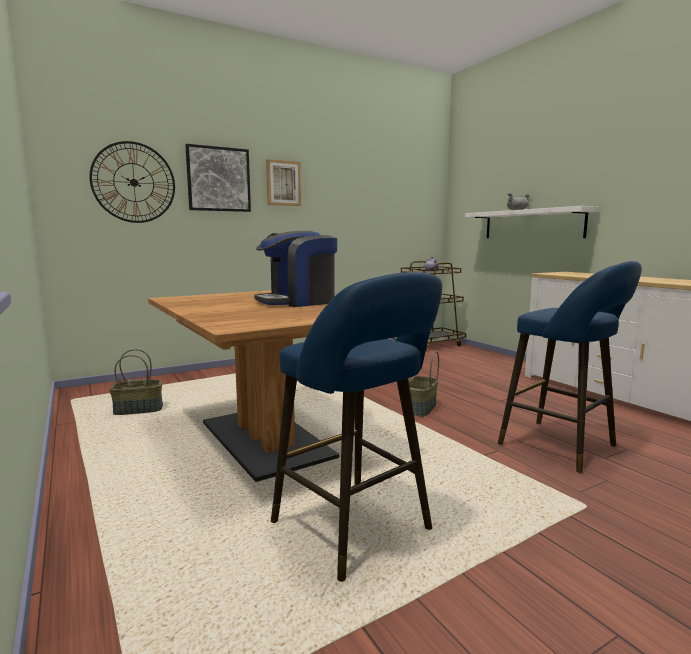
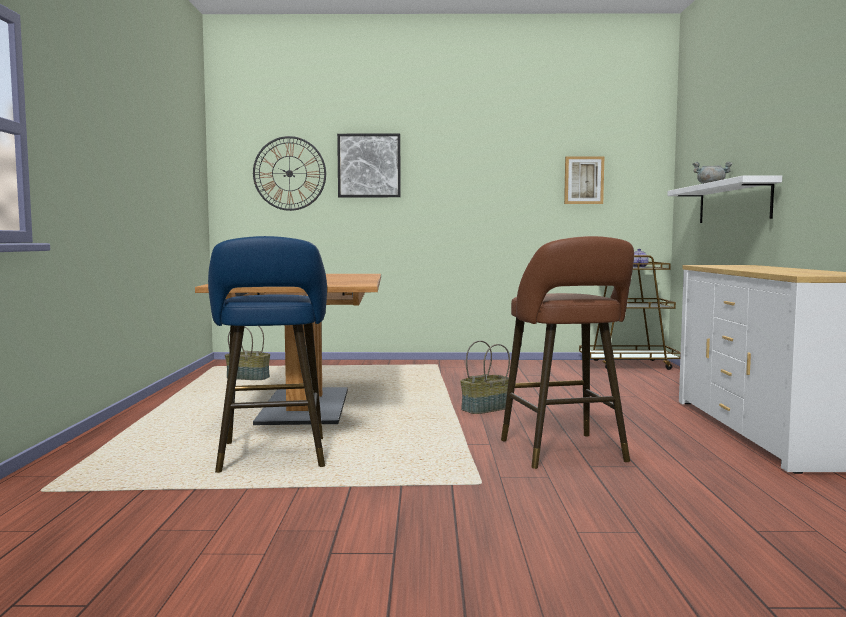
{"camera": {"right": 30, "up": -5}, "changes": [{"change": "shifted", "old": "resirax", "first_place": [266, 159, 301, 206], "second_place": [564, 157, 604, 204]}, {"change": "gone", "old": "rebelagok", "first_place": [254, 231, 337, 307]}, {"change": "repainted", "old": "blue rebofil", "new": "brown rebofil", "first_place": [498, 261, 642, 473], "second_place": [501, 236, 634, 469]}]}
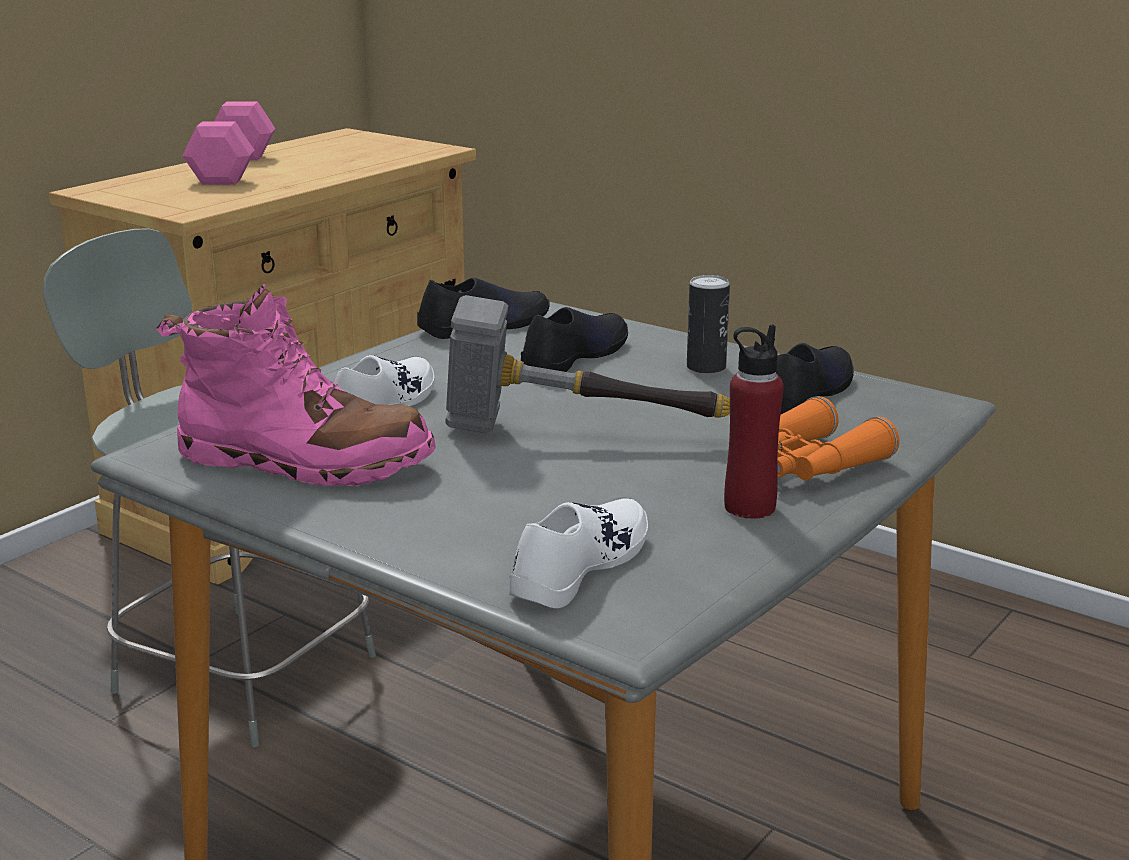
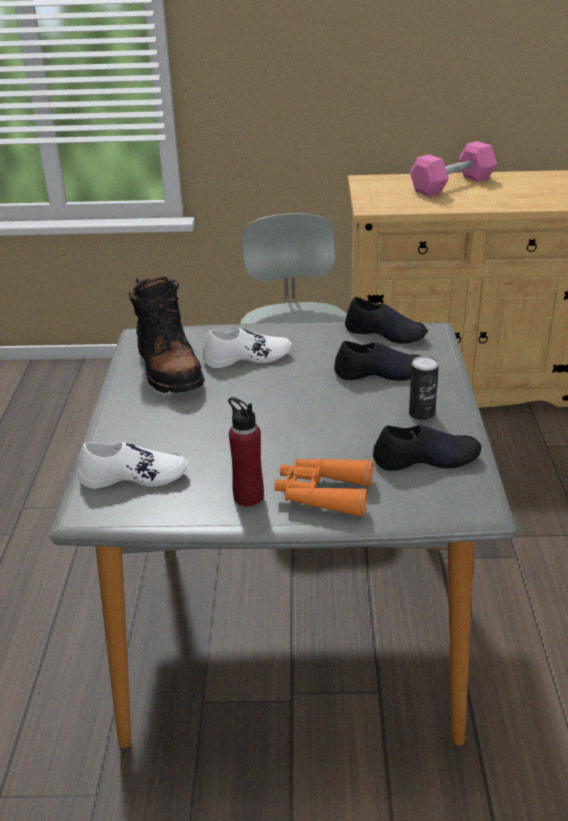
{"camera": {"right": 55, "up": 10}, "changes": [{"change": "repainted", "old": "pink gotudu", "new": "black gotudu", "first_place": [156, 284, 436, 486], "second_place": [129, 276, 204, 393]}, {"change": "gone", "old": "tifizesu", "first_place": [445, 295, 730, 433]}]}
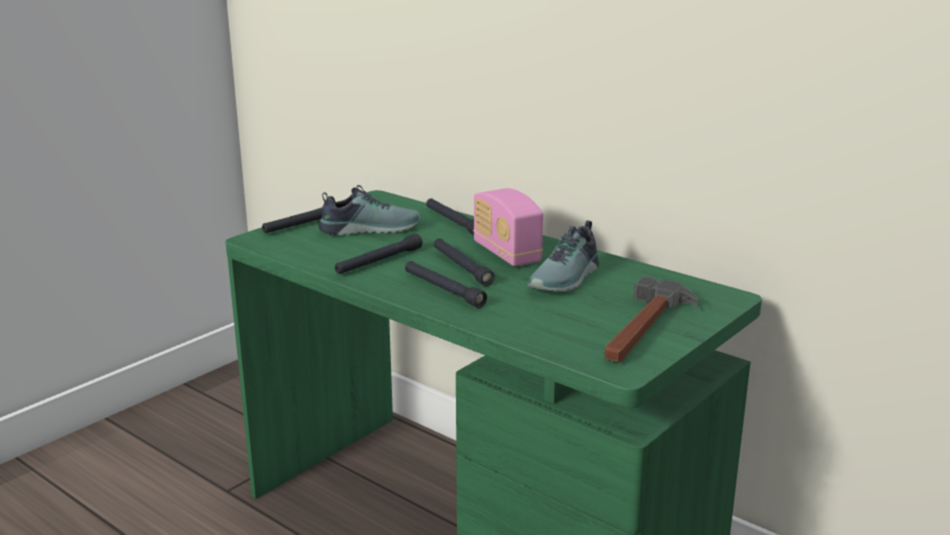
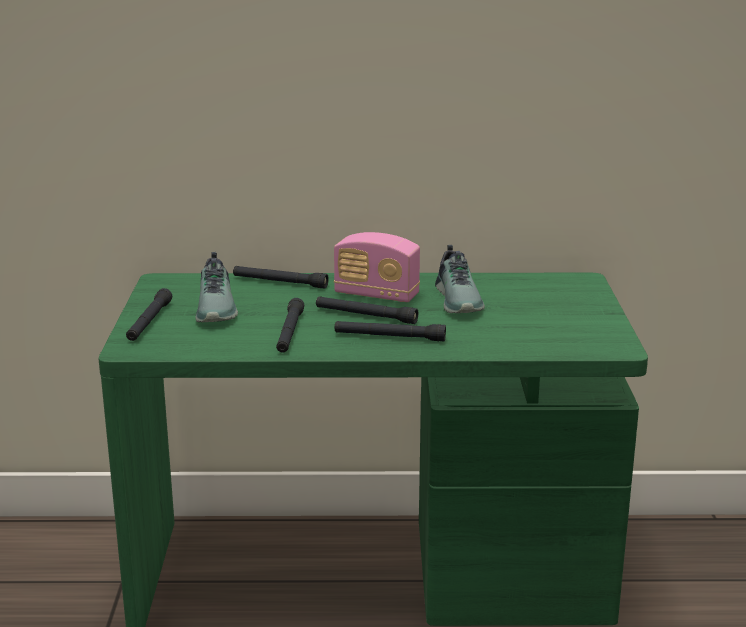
{"camera": {"right": -40, "up": 0}, "changes": [{"change": "rotated", "old": "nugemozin", "first_place": [318, 185, 420, 236], "second_place": [196, 252, 238, 322], "degrees": 135}, {"change": "gone", "old": "tifizesu", "first_place": [605, 276, 698, 363]}]}
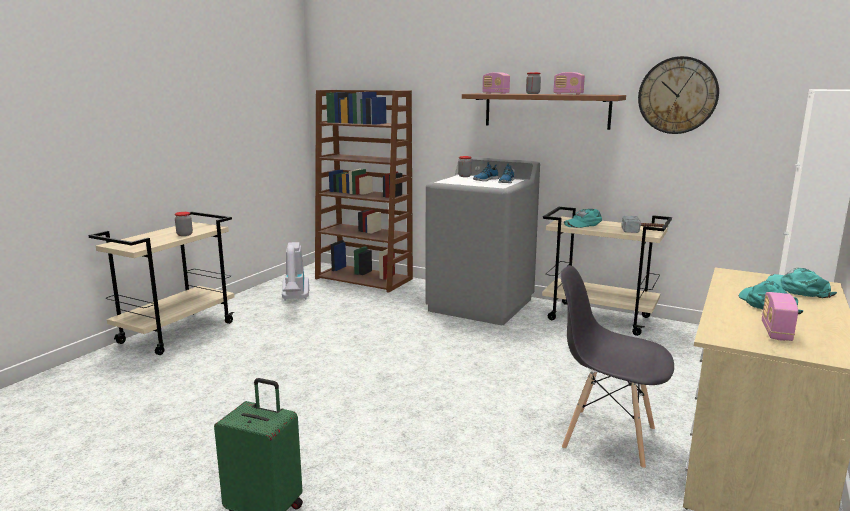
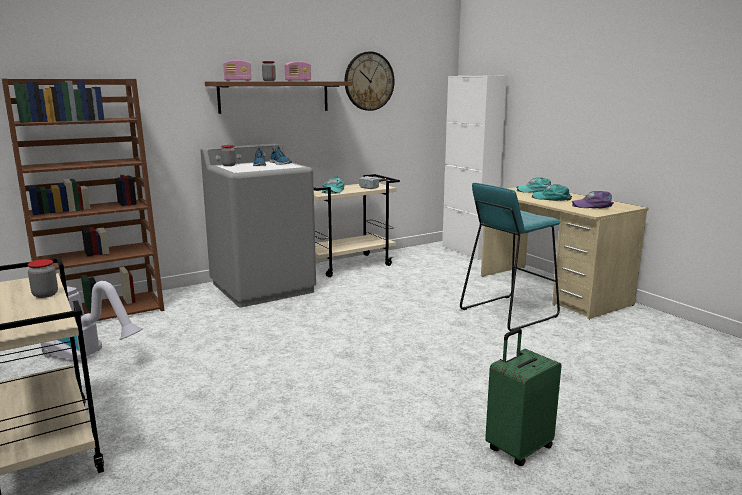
{"camera": {"right": -60, "up": 0}, "changes": [{"change": "swapped", "old": "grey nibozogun", "new": "turquoise rebofil", "first_place": [561, 266, 674, 469], "second_place": [460, 183, 561, 331]}, {"change": "swapped", "old": "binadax", "new": "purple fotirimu", "first_place": [762, 292, 798, 341], "second_place": [571, 191, 614, 208]}]}
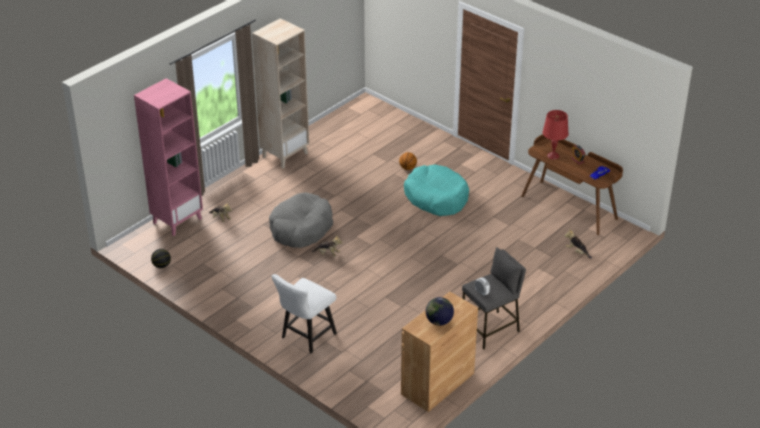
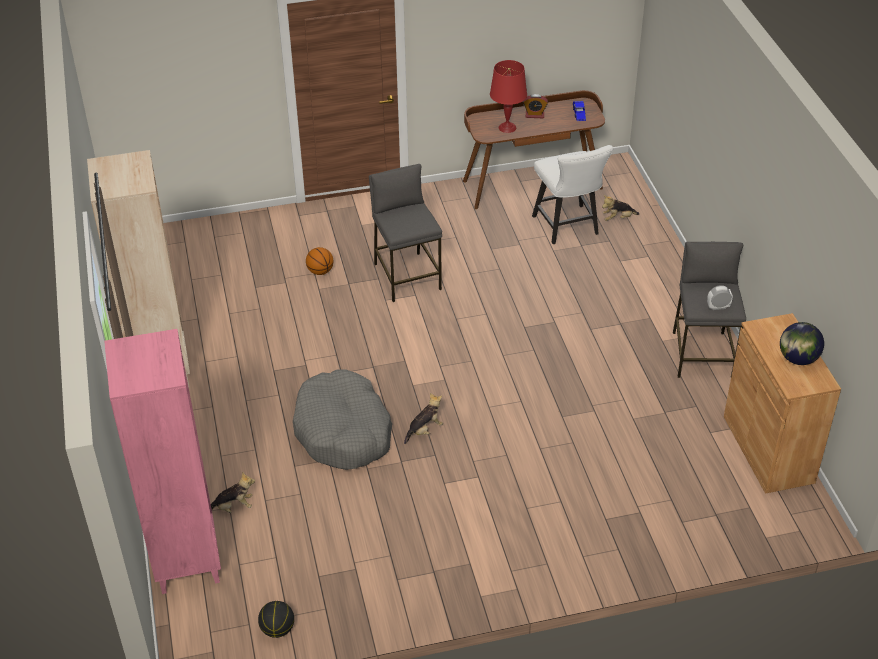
{"camera": {"right": -55, "up": 5}, "changes": [{"change": "swapped", "old": "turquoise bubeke", "new": "grey rebofil", "first_place": [404, 164, 469, 216], "second_place": [369, 164, 442, 302]}, {"change": "shifted", "old": "white nibozogun", "first_place": [272, 274, 337, 353], "second_place": [532, 145, 614, 244]}]}
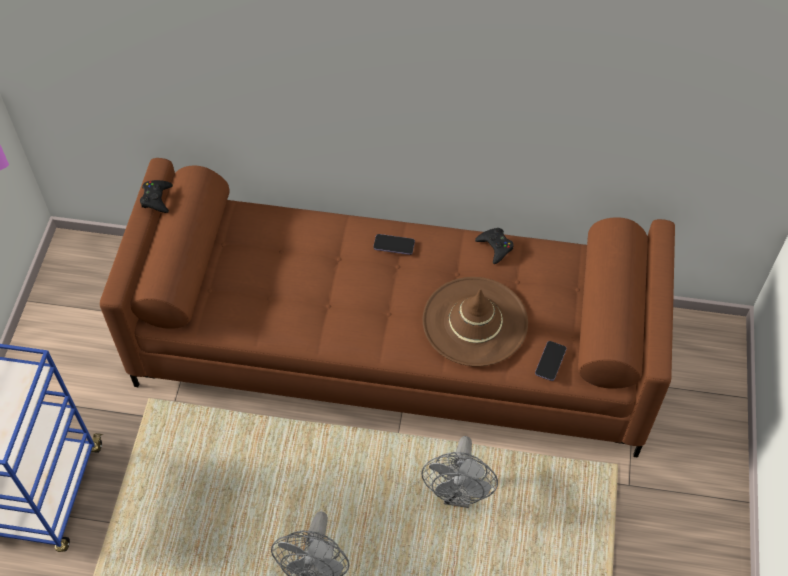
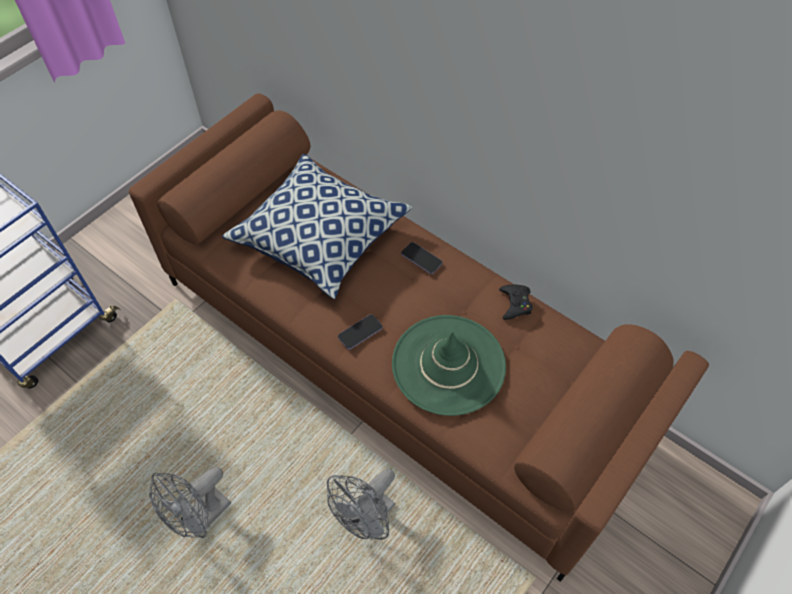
{"camera": {"right": 30, "up": 0}, "changes": [{"change": "gone", "old": "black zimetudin", "first_place": [140, 180, 173, 213]}, {"change": "repainted", "old": "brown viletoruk", "new": "green viletoruk", "first_place": [422, 277, 528, 366], "second_place": [392, 315, 506, 416]}, {"change": "shifted", "old": "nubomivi", "first_place": [535, 341, 566, 381], "second_place": [338, 314, 383, 350]}, {"change": "new", "new": "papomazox", "second_place": [222, 154, 412, 299]}]}
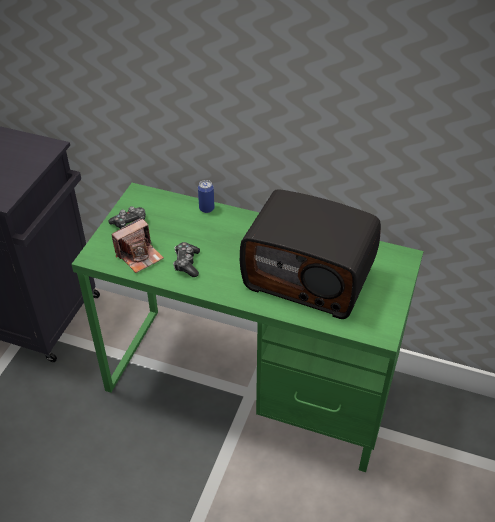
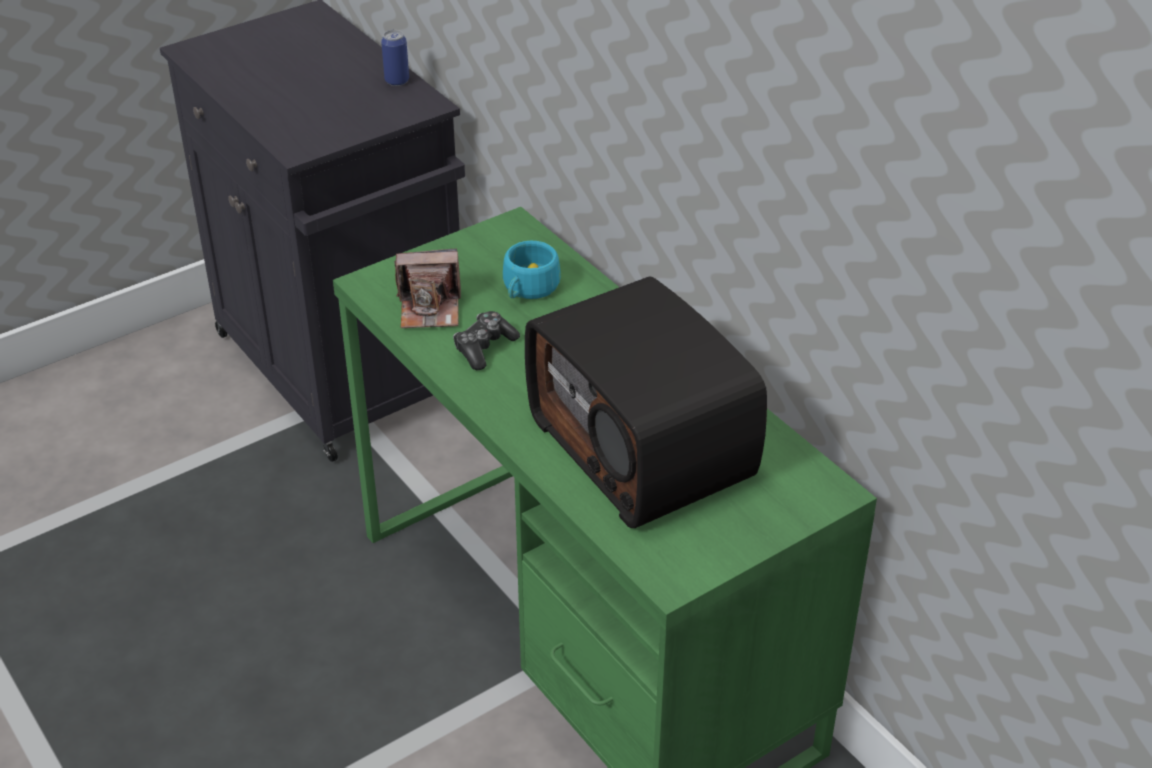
{"camera": {"right": 35, "up": -5}, "changes": [{"change": "shifted", "old": "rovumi", "first_place": [198, 180, 214, 213], "second_place": [381, 30, 409, 86]}, {"change": "gone", "old": "zimetudin", "first_place": [108, 206, 146, 229]}, {"change": "new", "new": "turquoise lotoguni", "second_place": [503, 241, 561, 299]}]}
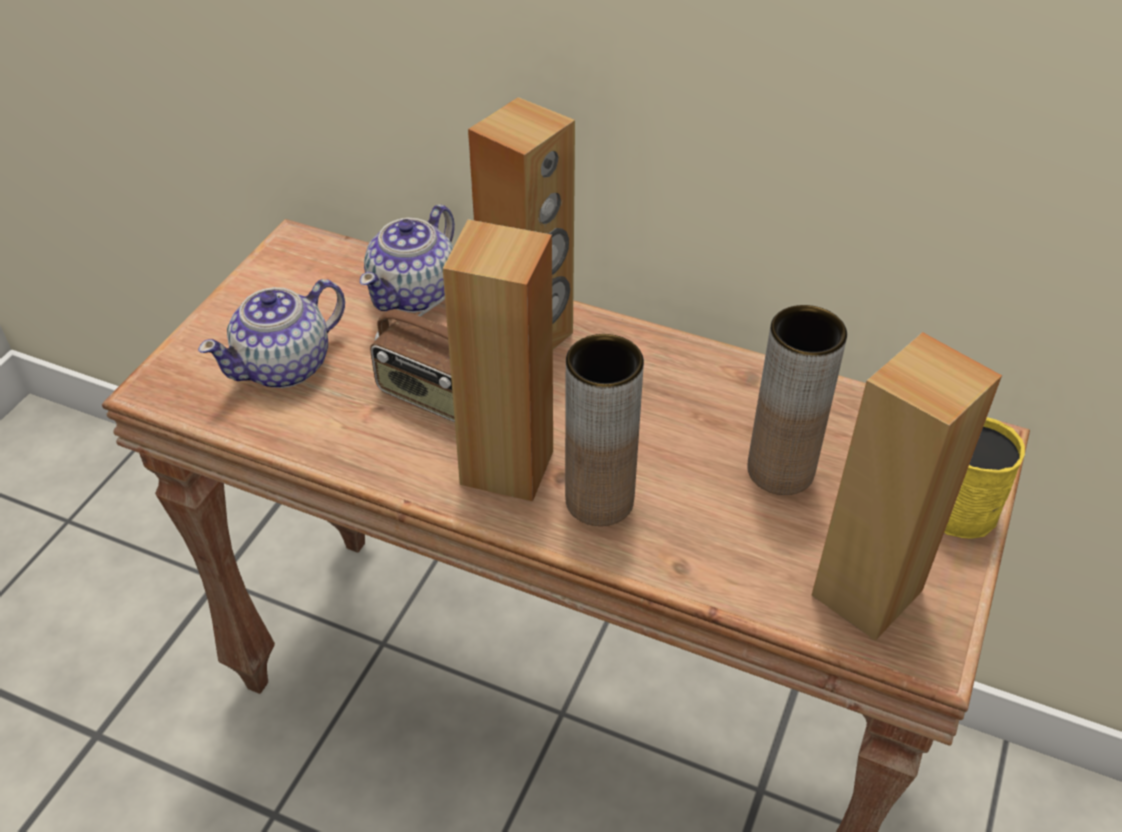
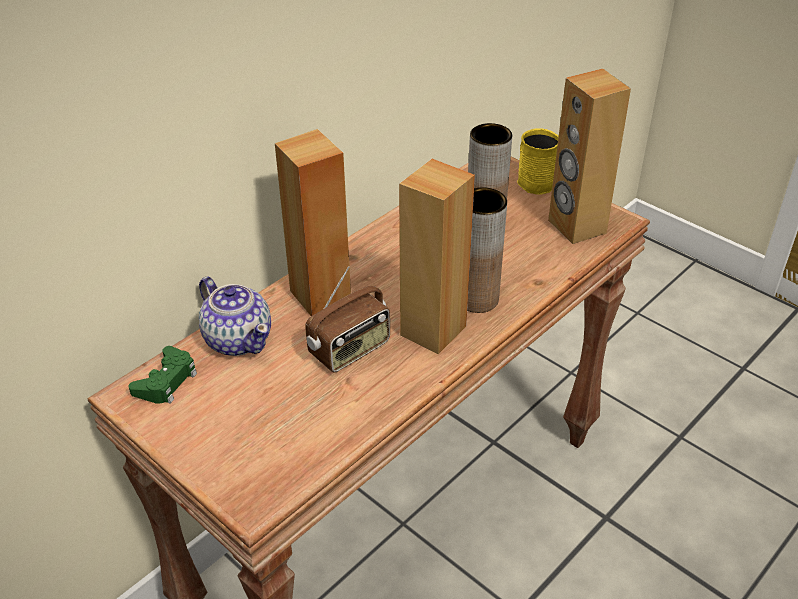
{"camera": {"right": -70, "up": -5}, "changes": [{"change": "gone", "old": "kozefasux", "first_place": [198, 279, 345, 388]}, {"change": "new", "new": "green zimetudin", "second_place": [129, 346, 197, 404]}]}
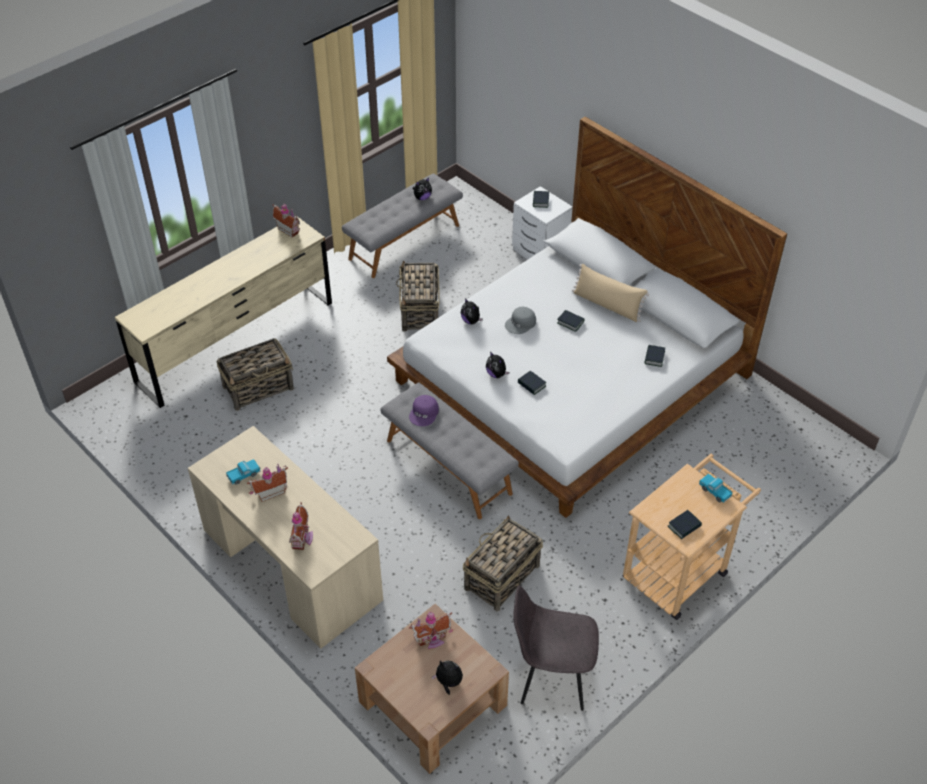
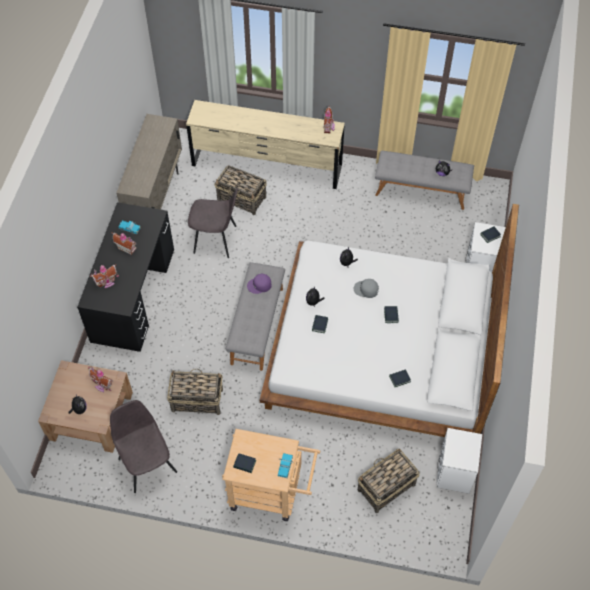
{"camera": {"right": 55, "up": 10}, "changes": [{"change": "shifted", "old": "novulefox", "first_place": [396, 260, 440, 332], "second_place": [358, 449, 420, 513]}, {"change": "gone", "old": "beige papomazox", "first_place": [572, 263, 649, 322]}, {"change": "repainted", "old": "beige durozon", "new": "black durozon", "first_place": [188, 426, 383, 649], "second_place": [77, 202, 174, 352]}, {"change": "new", "new": "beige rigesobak", "second_place": [116, 114, 182, 209]}, {"change": "new", "new": "grey nibozogun", "second_place": [188, 188, 238, 258]}, {"change": "new", "new": "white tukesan", "second_place": [436, 428, 482, 494]}]}
